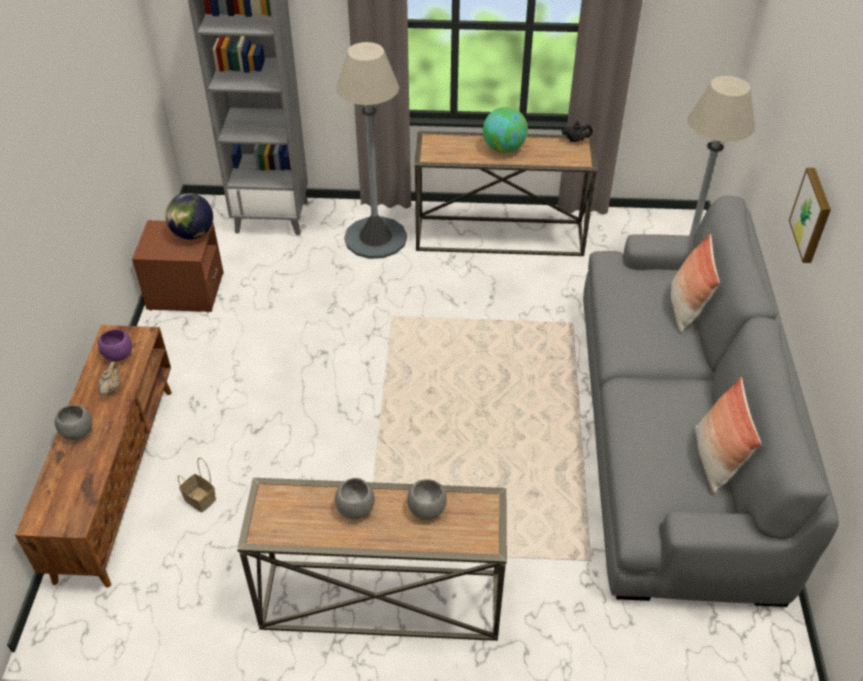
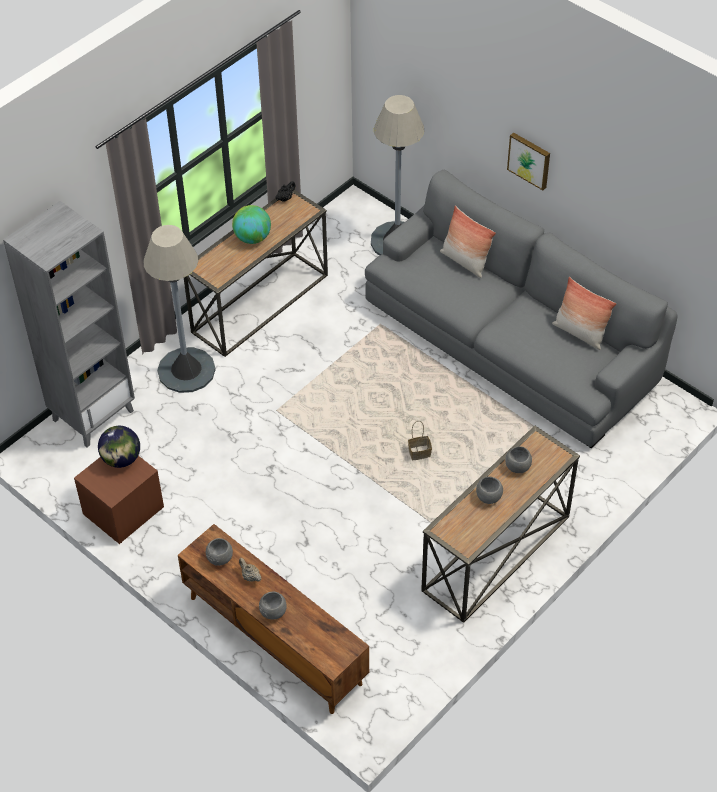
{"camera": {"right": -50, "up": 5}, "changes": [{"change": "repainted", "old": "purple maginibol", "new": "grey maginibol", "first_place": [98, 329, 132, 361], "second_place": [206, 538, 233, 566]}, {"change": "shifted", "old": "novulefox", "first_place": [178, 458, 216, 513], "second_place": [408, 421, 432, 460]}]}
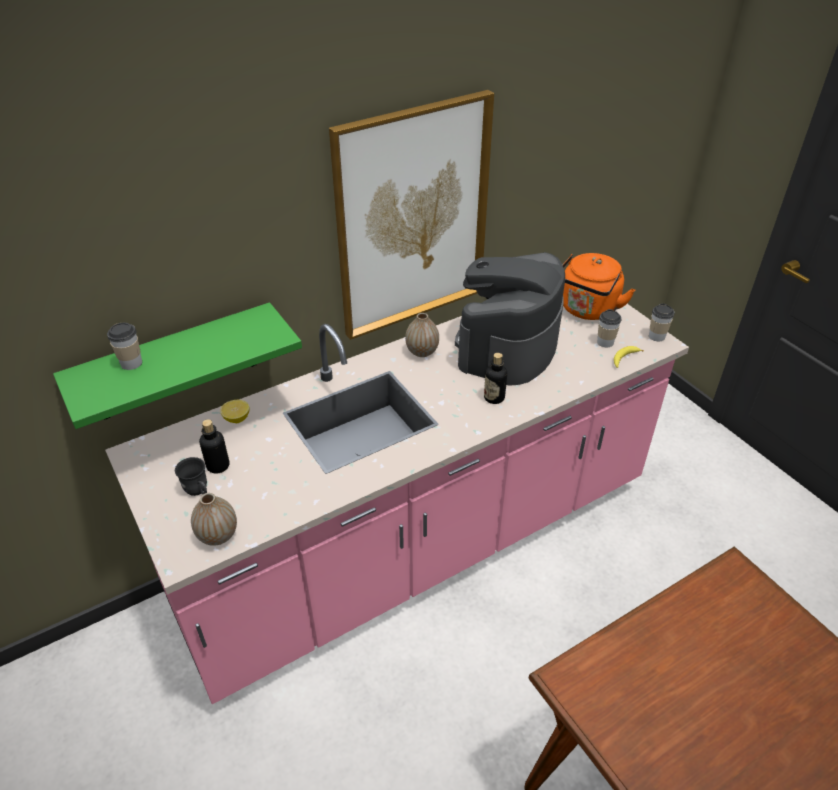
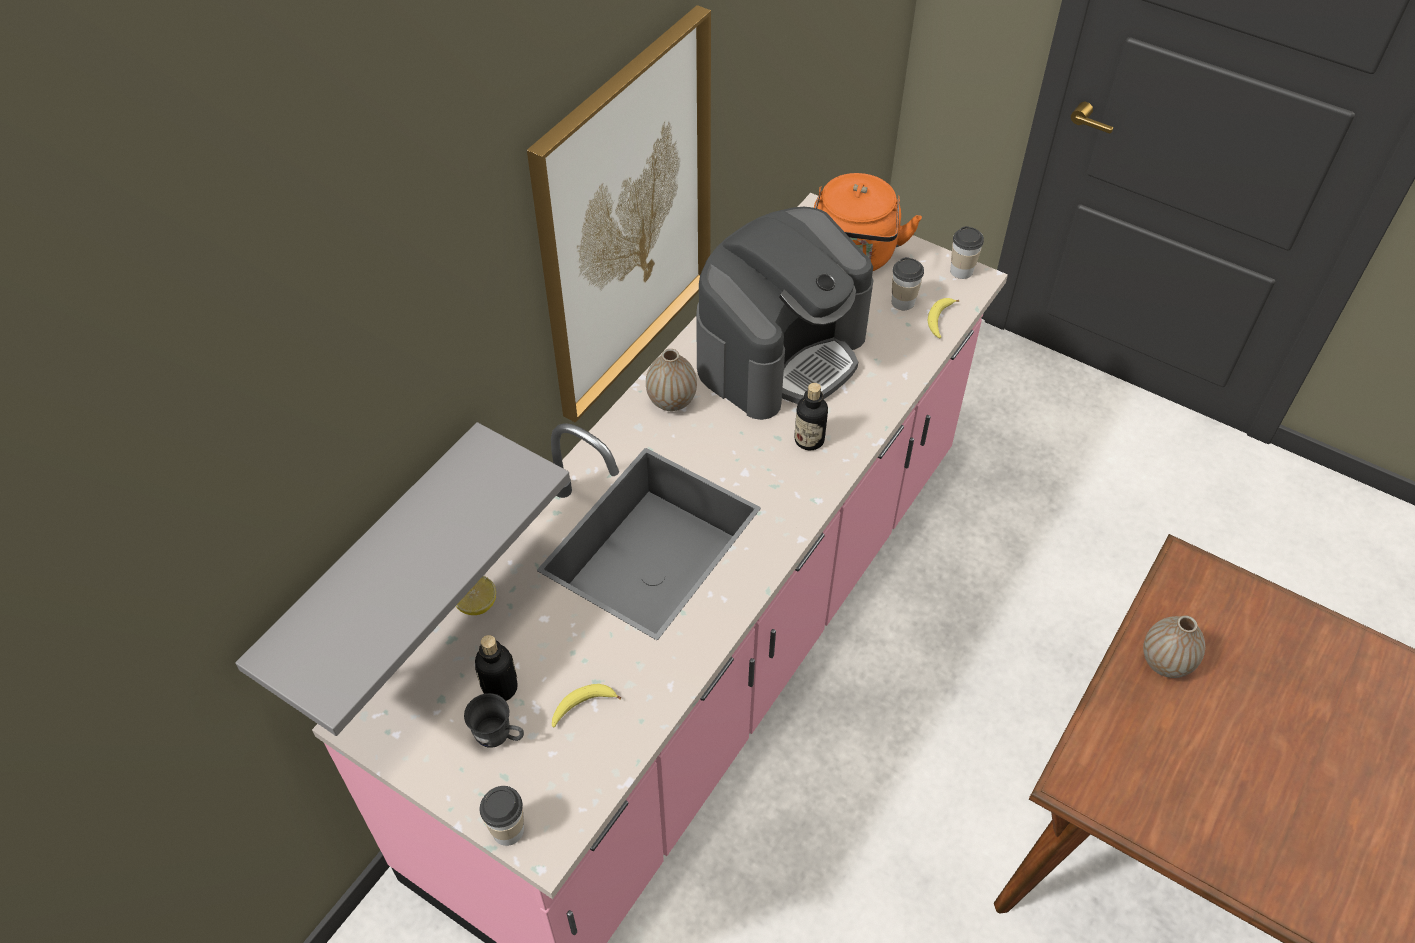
{"camera": {"right": -25, "up": 10}, "changes": [{"change": "rotated", "old": "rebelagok", "first_place": [455, 252, 565, 385], "second_place": [696, 207, 873, 420], "degrees": -135}, {"change": "repainted", "old": "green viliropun", "new": "grey viliropun", "first_place": [53, 302, 302, 429], "second_place": [235, 422, 570, 736]}, {"change": "shifted", "old": "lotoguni", "first_place": [107, 323, 142, 370], "second_place": [479, 786, 524, 846]}, {"change": "shifted", "old": "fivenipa", "first_place": [191, 493, 237, 546], "second_place": [1143, 615, 1205, 678]}, {"change": "new", "new": "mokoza", "second_place": [552, 684, 621, 727]}]}
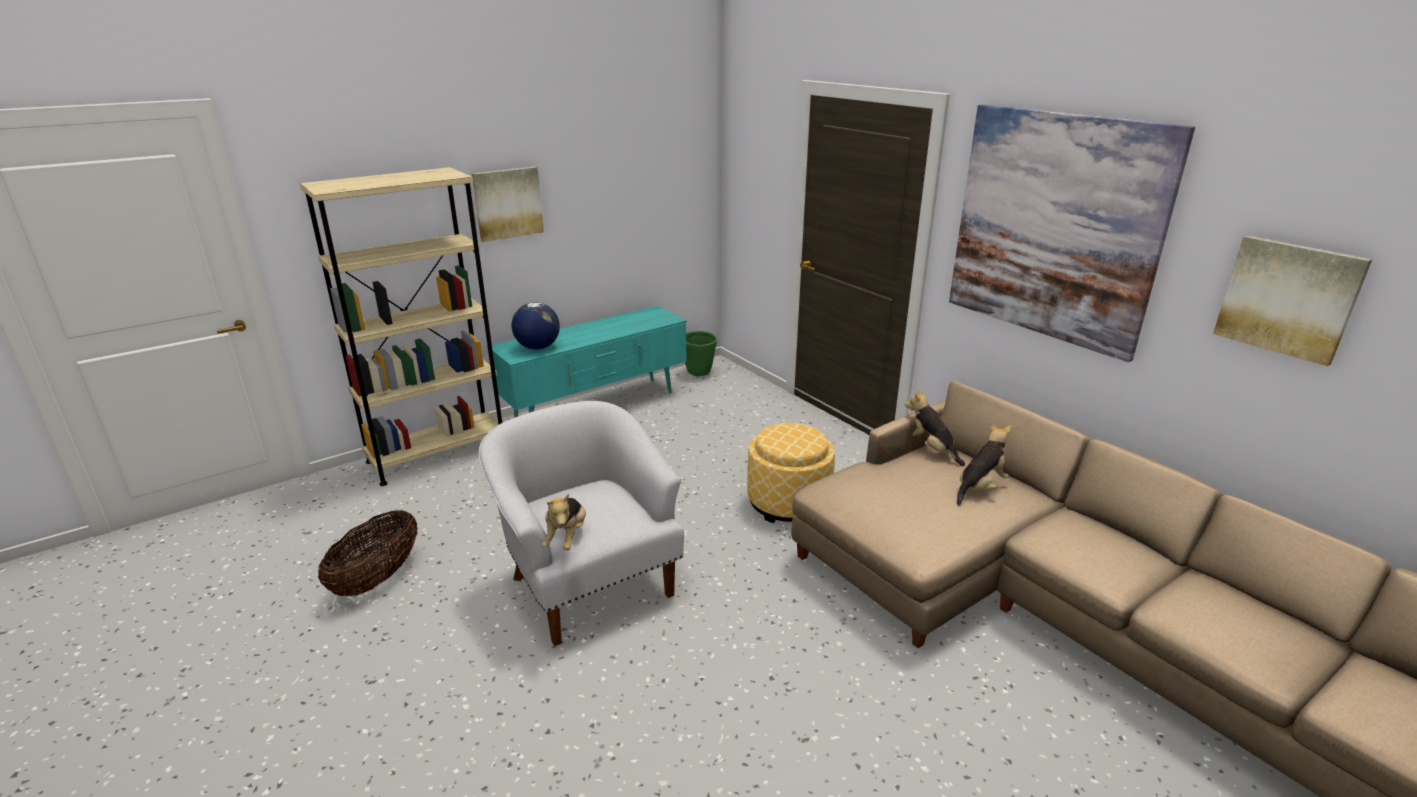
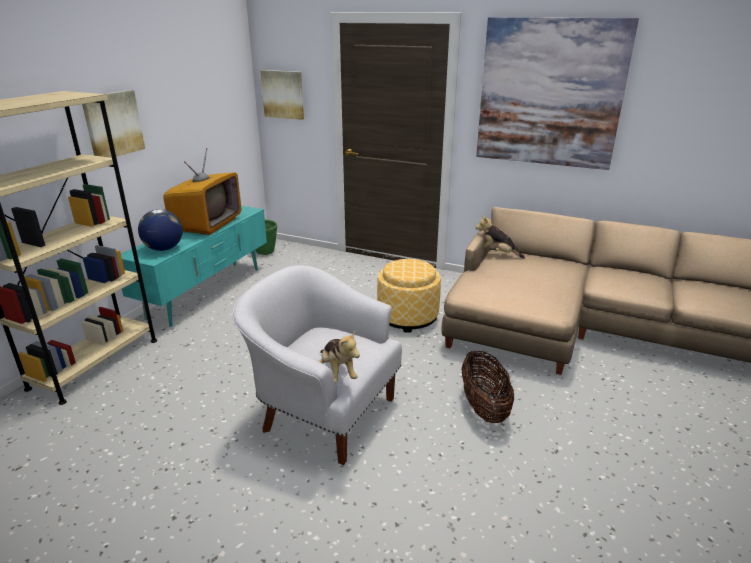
{"camera": {"right": -30, "up": 0}, "changes": [{"change": "shifted", "old": "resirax", "first_place": [1213, 235, 1372, 366], "second_place": [260, 70, 304, 120]}, {"change": "gone", "old": "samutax", "first_place": [957, 423, 1011, 505]}, {"change": "shifted", "old": "novulefox", "first_place": [318, 510, 418, 596], "second_place": [461, 351, 514, 423]}, {"change": "new", "new": "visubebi", "second_place": [163, 148, 241, 235]}]}
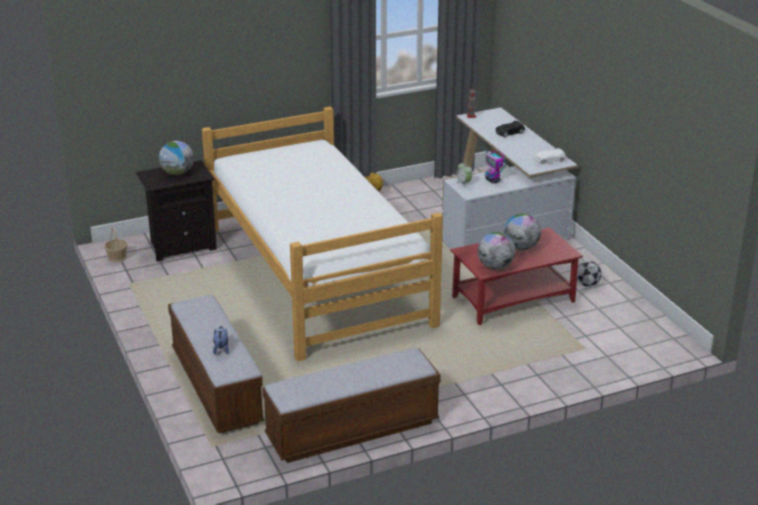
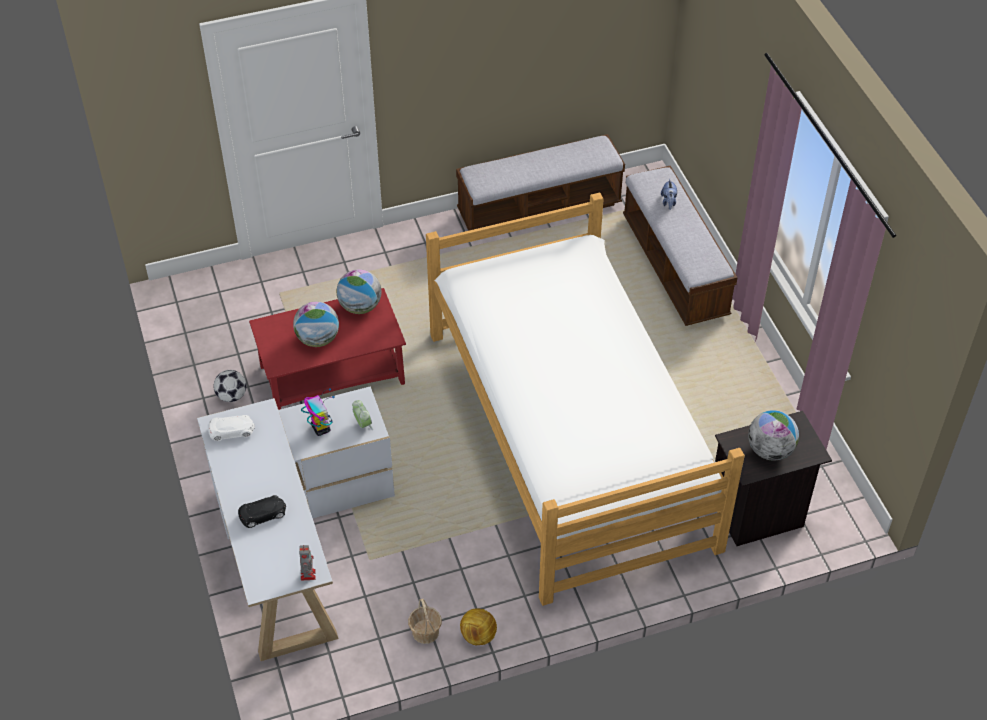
{"camera": {"right": -175, "up": 20}, "changes": [{"change": "shifted", "old": "novulefox", "first_place": [104, 227, 128, 262], "second_place": [408, 599, 442, 644]}]}
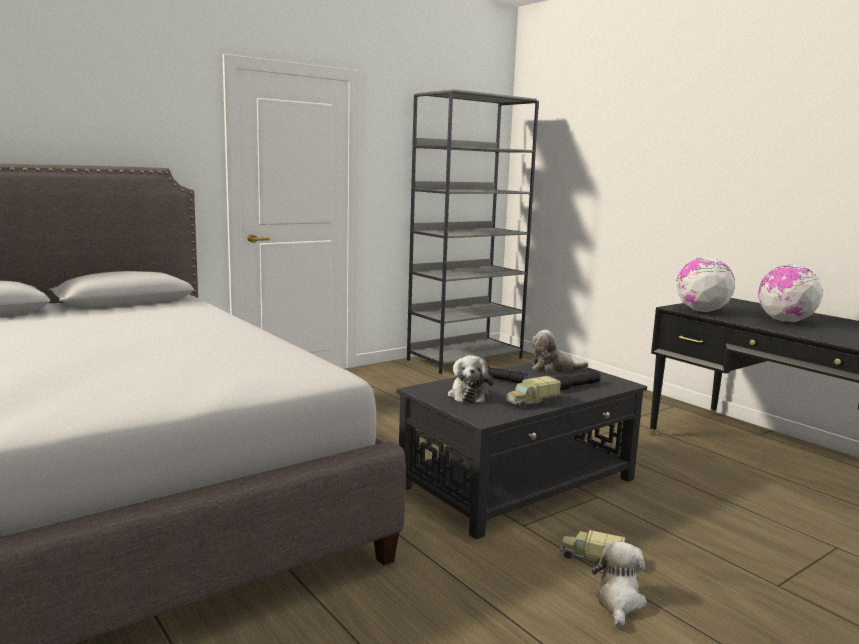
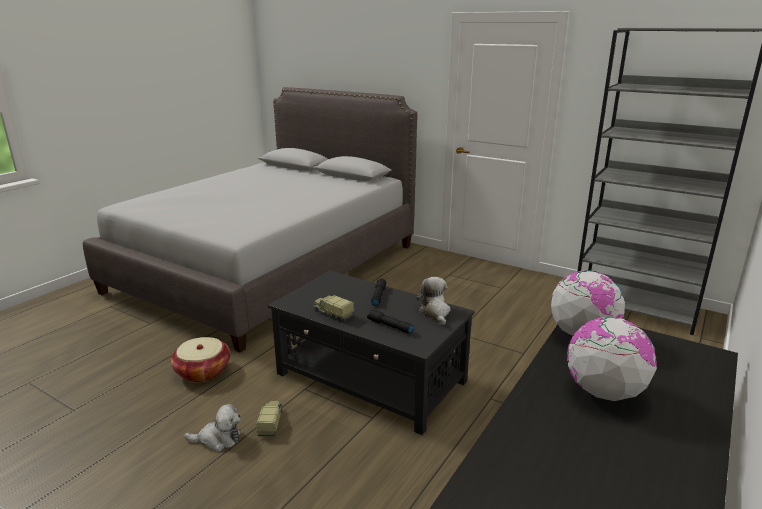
{"camera": {"right": 70, "up": 10}, "changes": [{"change": "gone", "old": "samutax", "first_place": [448, 355, 493, 403]}, {"change": "new", "new": "novulefox", "second_place": [171, 337, 230, 383]}]}
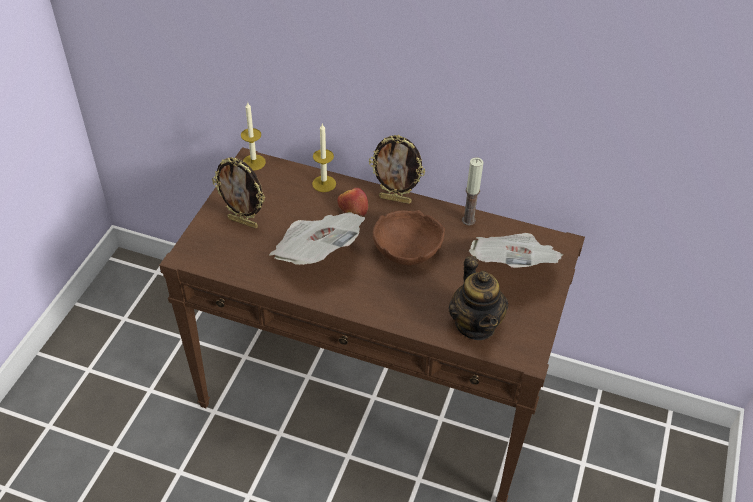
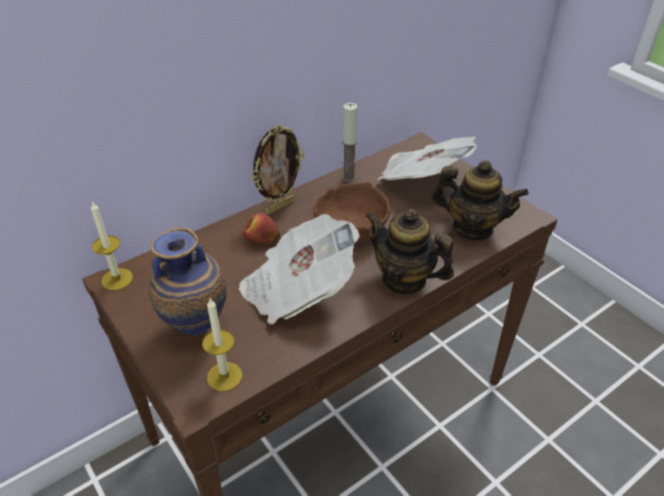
{"camera": {"right": -55, "up": -5}, "changes": [{"change": "shifted", "old": "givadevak", "first_place": [312, 123, 336, 192], "second_place": [202, 298, 243, 391]}, {"change": "swapped", "old": "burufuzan", "new": "fivenipa", "first_place": [212, 157, 265, 229], "second_place": [148, 228, 227, 336]}, {"change": "new", "new": "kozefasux", "second_place": [365, 209, 454, 295]}]}
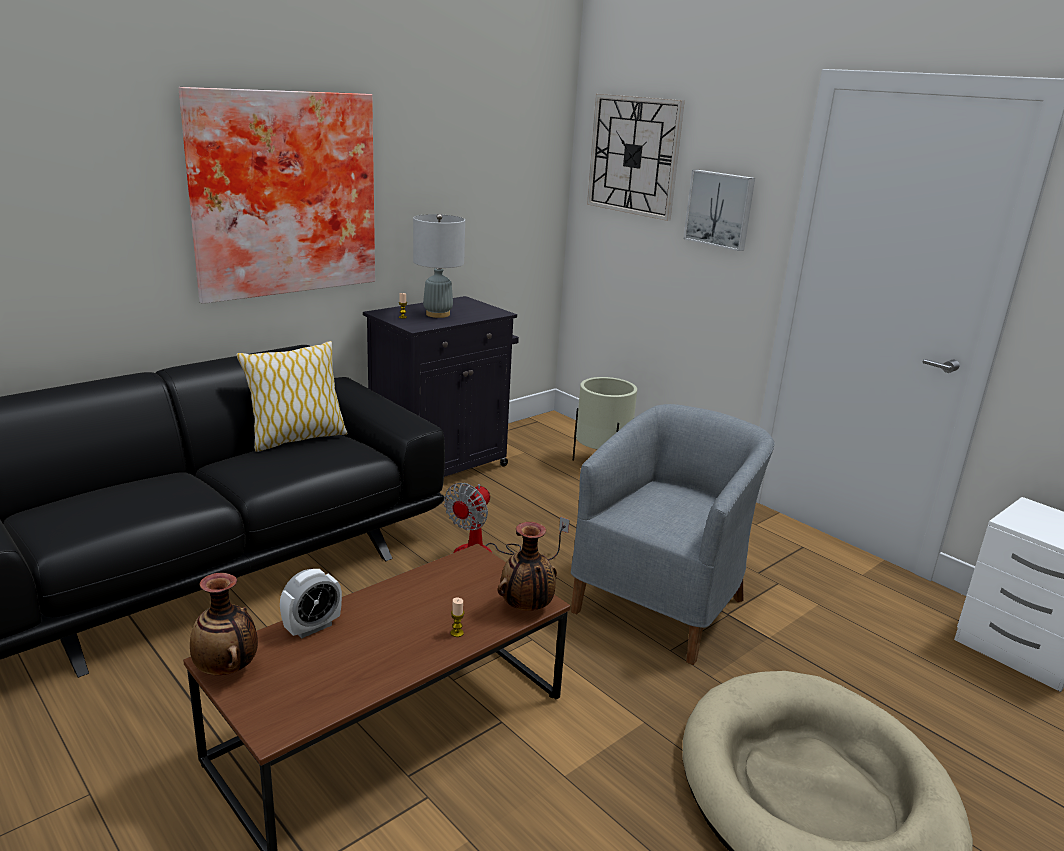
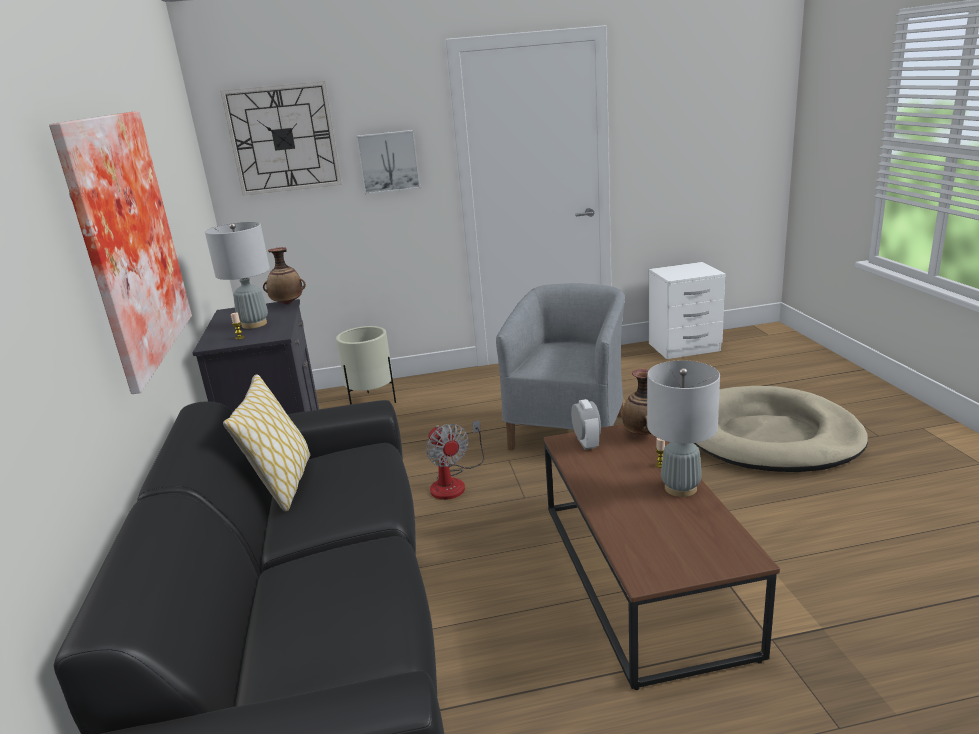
{"camera": {"right": -55, "up": 0}, "changes": [{"change": "rotated", "old": "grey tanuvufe", "first_place": [571, 404, 775, 665], "second_place": [496, 283, 625, 450], "degrees": 45}, {"change": "shifted", "old": "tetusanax", "first_place": [280, 569, 342, 638], "second_place": [571, 399, 601, 450]}, {"change": "shifted", "old": "fivenipa", "first_place": [190, 573, 258, 675], "second_place": [263, 247, 306, 305]}, {"change": "new", "new": "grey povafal", "second_place": [647, 360, 720, 497]}]}
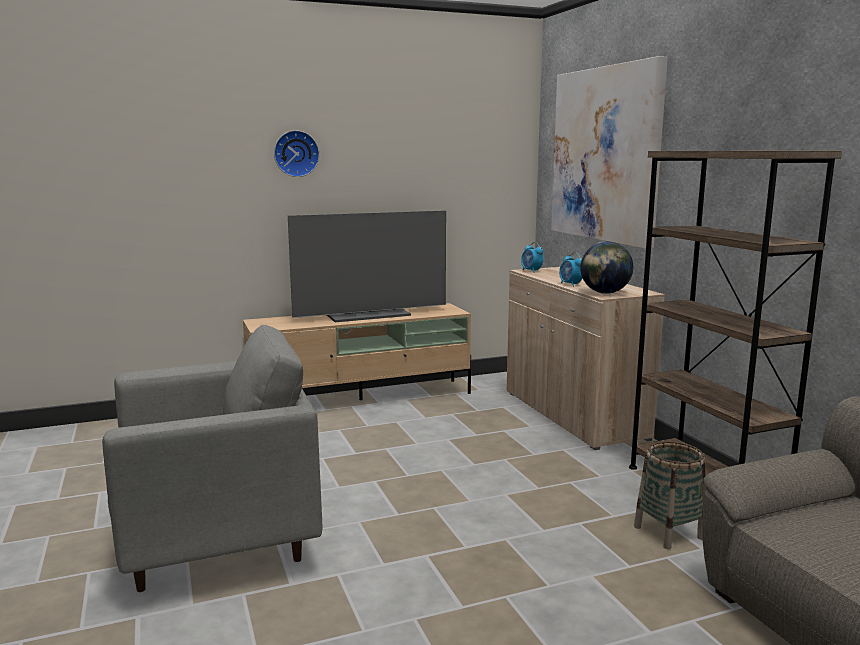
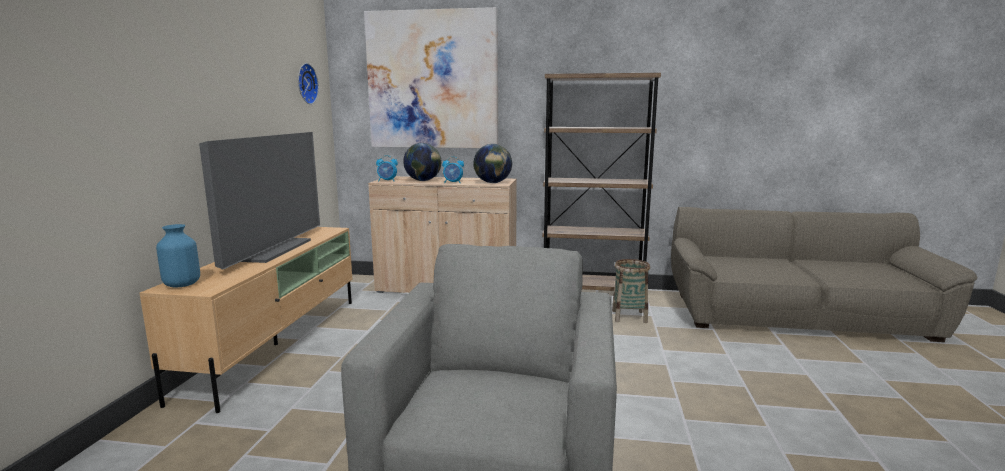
{"camera": {"right": -60, "up": 0}, "changes": [{"change": "shifted", "old": "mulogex", "first_place": [274, 130, 319, 177], "second_place": [298, 63, 319, 104]}, {"change": "new", "new": "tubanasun", "second_place": [403, 143, 441, 181]}, {"change": "new", "new": "blue fivenipa", "second_place": [156, 224, 200, 288]}]}
